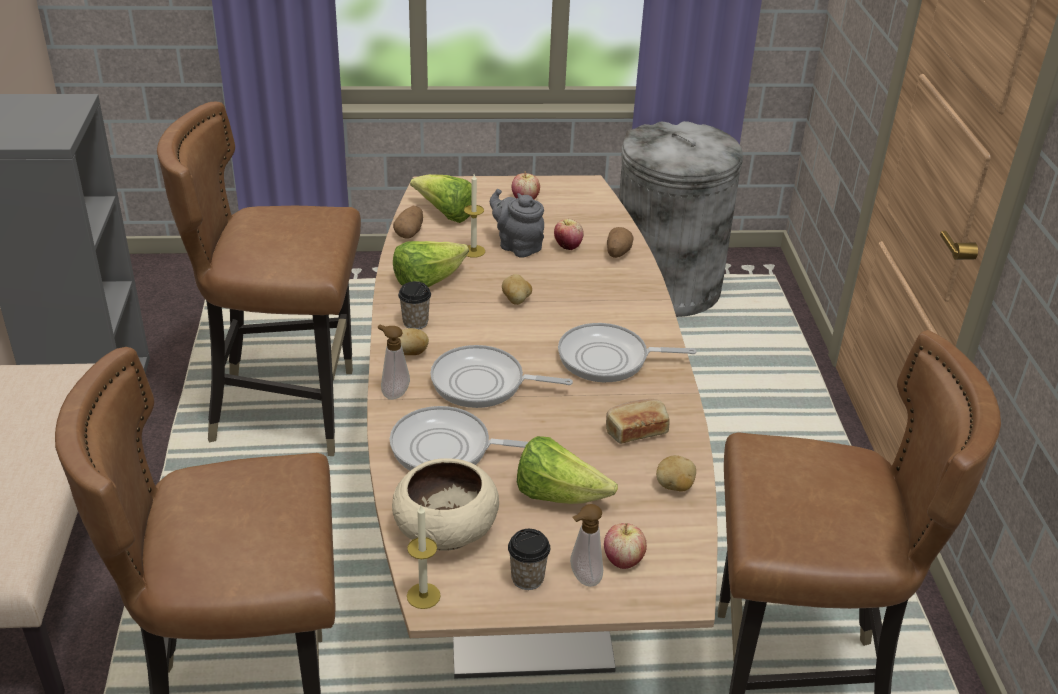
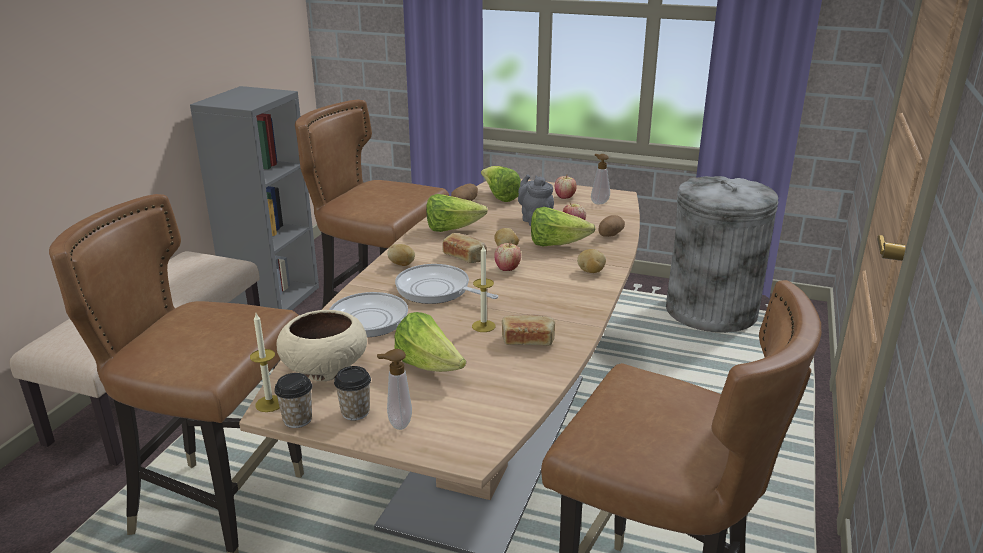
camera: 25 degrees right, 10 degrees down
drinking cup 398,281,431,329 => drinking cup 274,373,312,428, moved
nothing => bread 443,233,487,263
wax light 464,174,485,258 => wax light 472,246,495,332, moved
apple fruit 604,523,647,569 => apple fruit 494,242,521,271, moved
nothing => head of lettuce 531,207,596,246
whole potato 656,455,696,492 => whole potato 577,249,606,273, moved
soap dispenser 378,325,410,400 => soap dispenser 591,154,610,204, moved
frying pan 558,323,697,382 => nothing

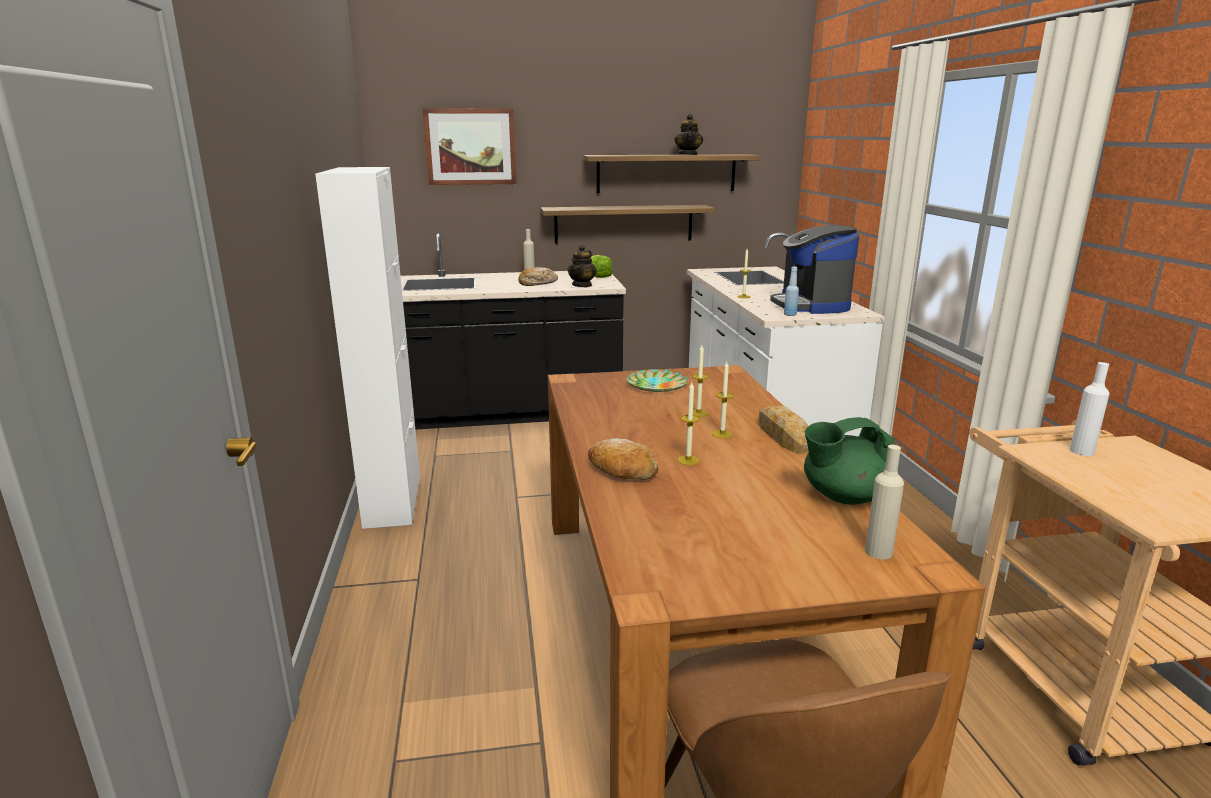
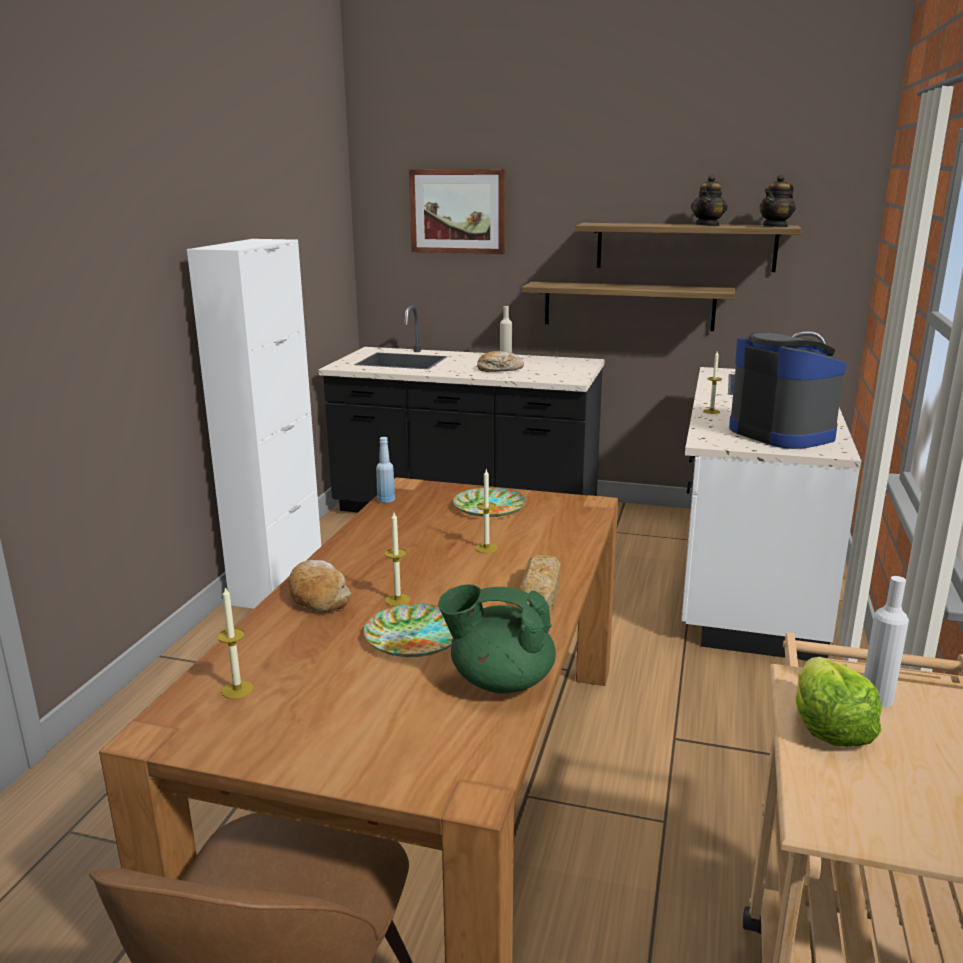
camera: 25 degrees right, 0 degrees up
wax light 712,362,734,439 => wax light 217,586,254,699, moved
nothing => plate 364,604,453,657
beverage bottle in blue-coloured 784,267,799,316 => beverage bottle in blue-coloured 376,437,395,503, moved
coffee maker 770,225,859,314 => coffee maker 729,332,846,449, 135 degrees clockwise
tea pot 568,245,597,287 => tea pot 760,175,796,227, moved
head of lettuce 591,255,613,278 => head of lettuce 795,657,882,747, moved
beverage bottle in beige-coloured 865,445,904,559 => nothing

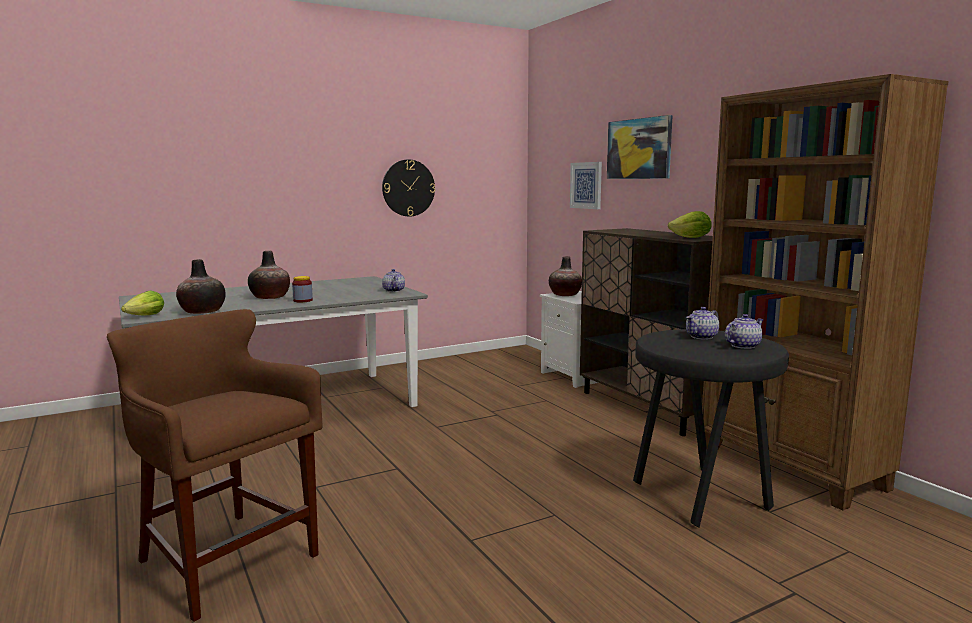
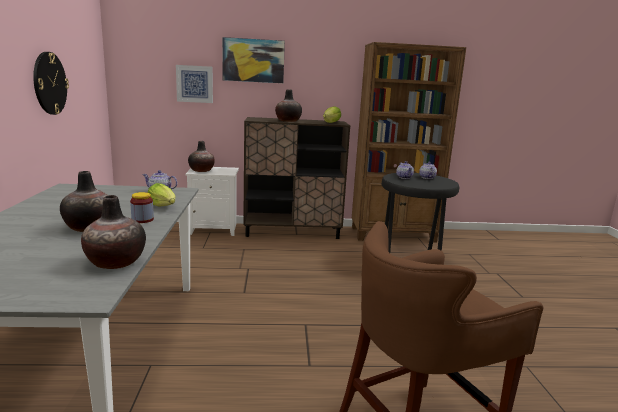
camera: 65 degrees left, 5 degrees up
head of lettuce 121,290,164,315 => head of lettuce 148,183,175,207, moved
nothing => decorative vase 275,89,302,122

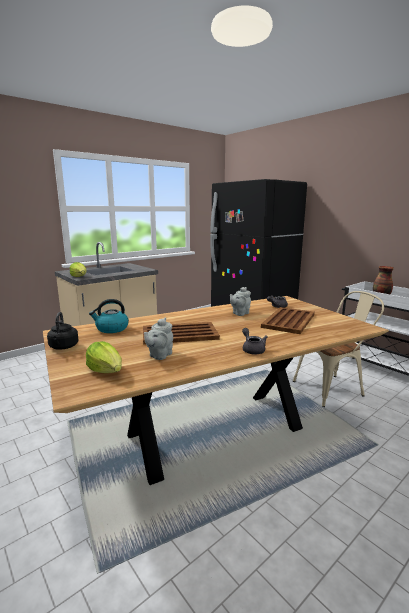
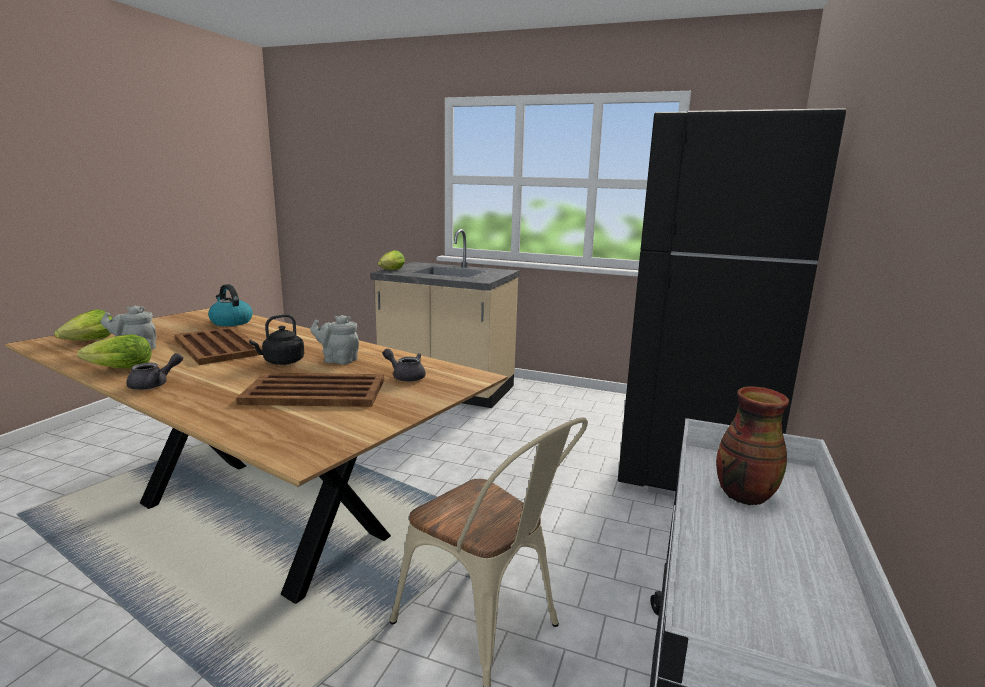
camera: 60 degrees right, 0 degrees up
nothing => head of lettuce 77,334,152,369
kettle in blackish 47,312,79,350 => kettle in blackish 249,314,304,365, moved

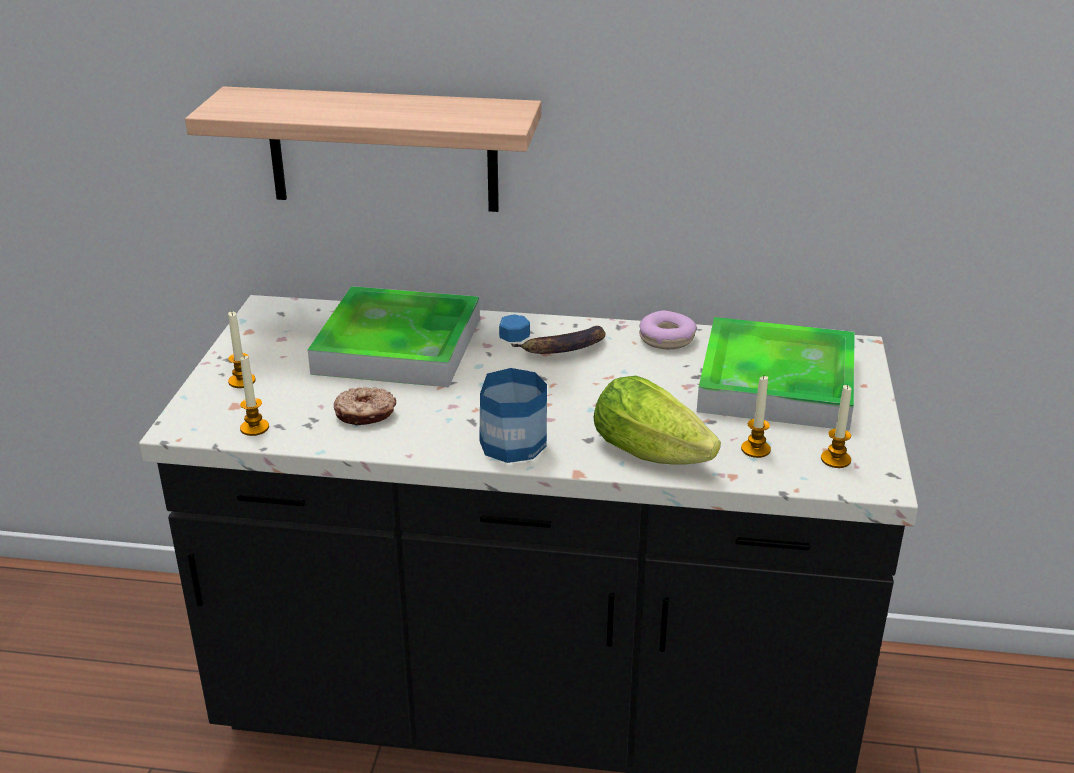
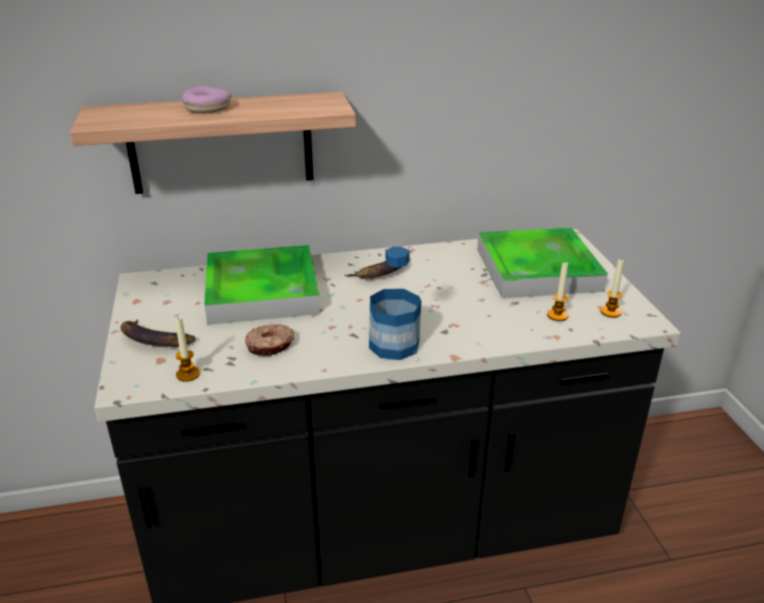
camera: 20 degrees left, 0 degrees up
wax light 228,311,256,388 => banana fruit 121,320,196,347
ring doughnut 639,310,697,349 => ring doughnut 182,86,231,113, moved
head of lettuce 593,376,721,465 => nothing

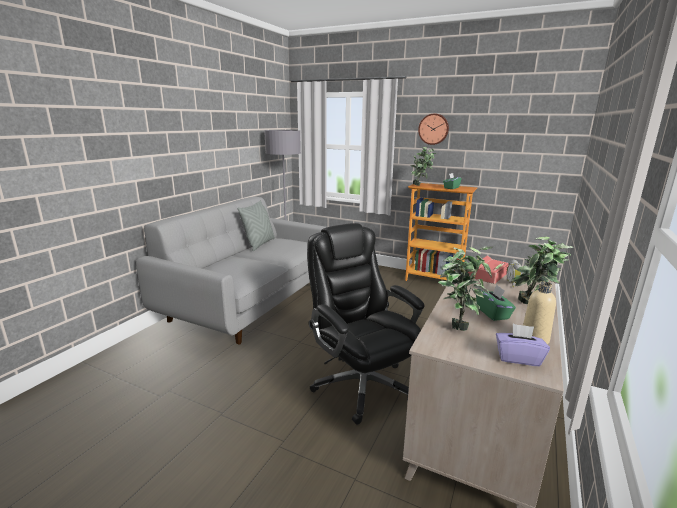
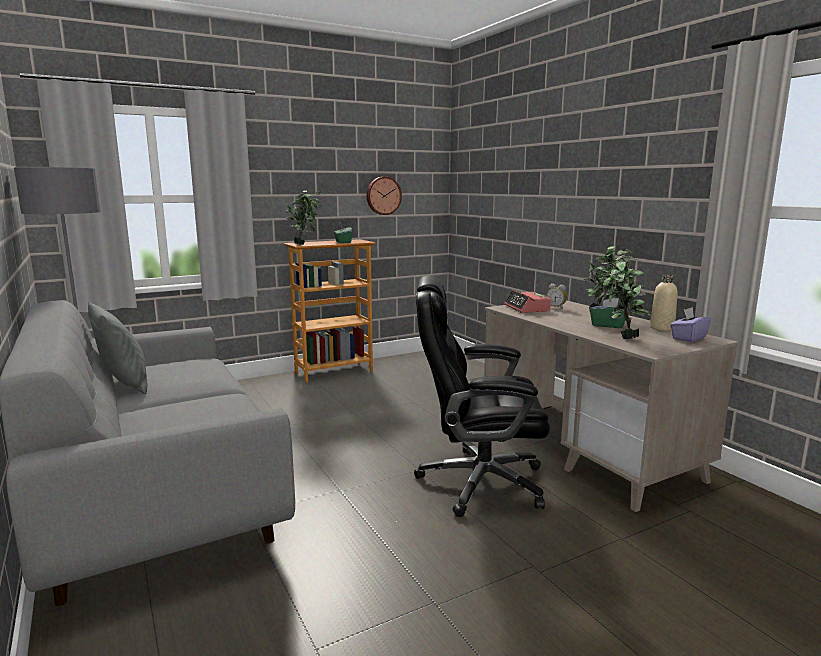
camera: 55 degrees left, 5 degrees down
hanging clock 418,114,449,145 => hanging clock 366,177,402,215, moved

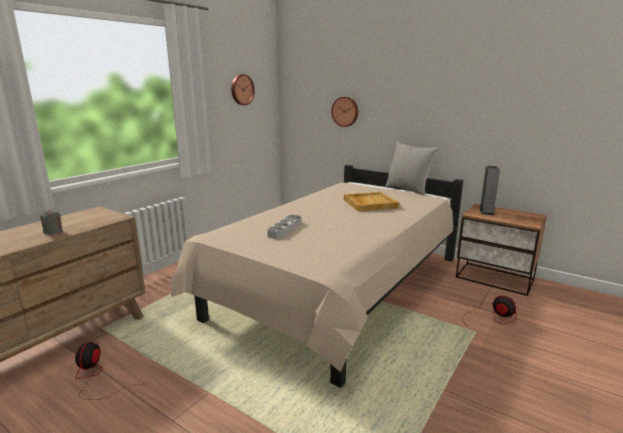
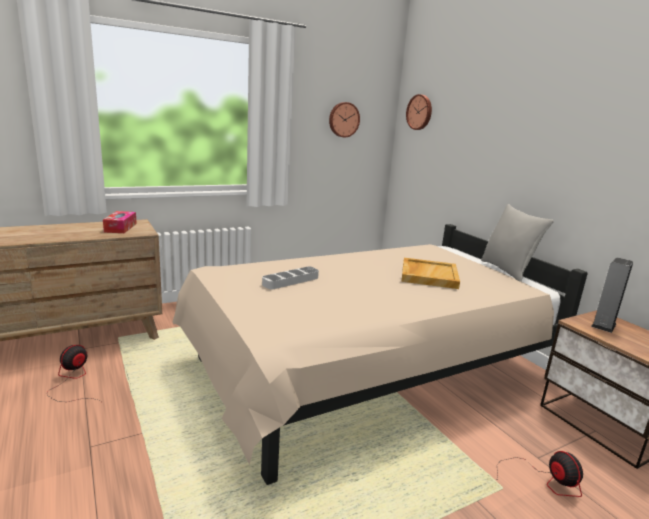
camera: 25 degrees right, 0 degrees up
nothing => tissue box 103,211,137,233
hanging clock 331,97,358,127 => hanging clock 406,94,432,130, moved
wax light in gray 40,210,63,235 => nothing

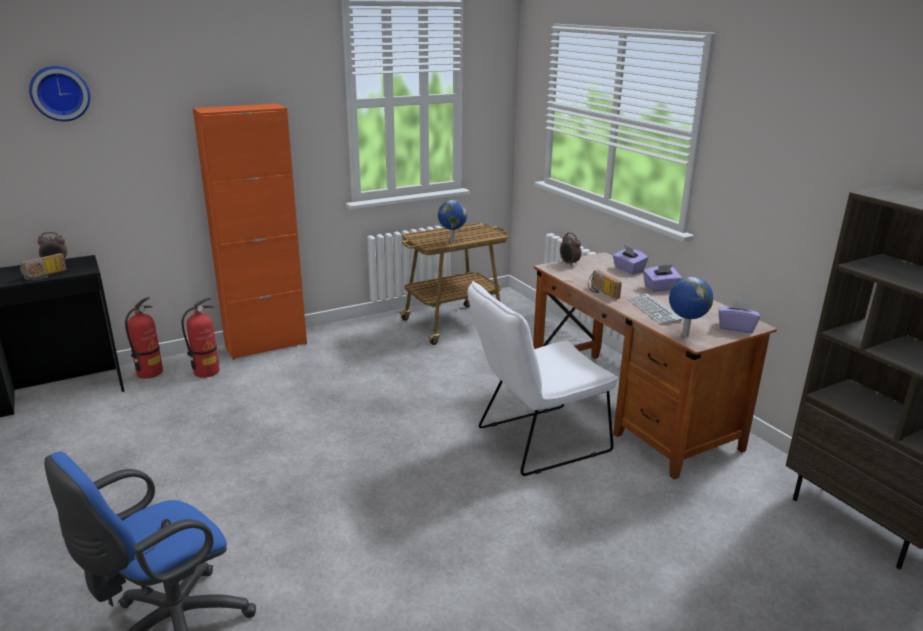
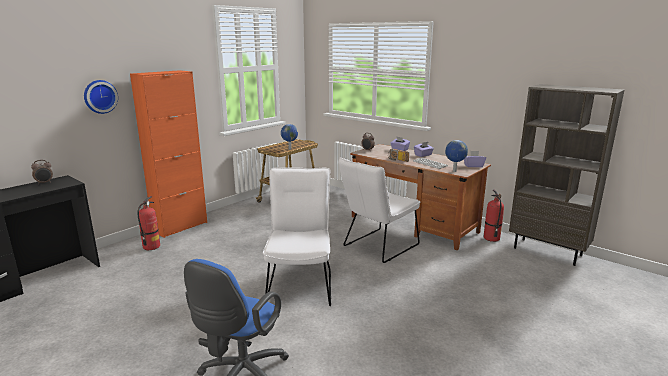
camera: 20 degrees left, 5 degrees down
hanging clock 29,66,90,121 => hanging clock 84,80,118,114, moved
nothing => chair in whitish 263,167,331,306
extinguisher 125,297,163,378 => extinguisher 484,190,504,242, moved
radio 20,253,67,280 => nothing

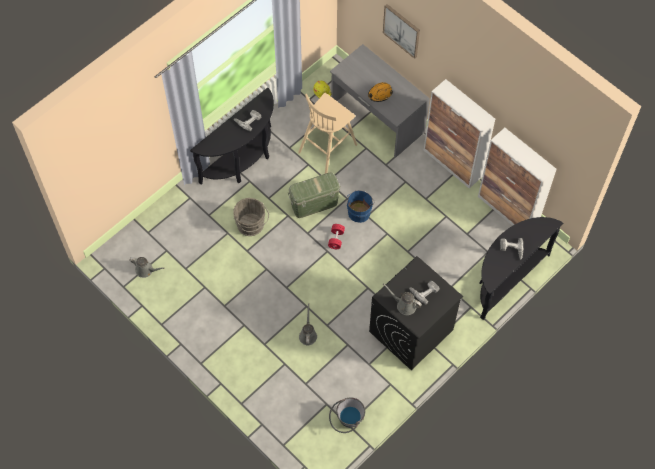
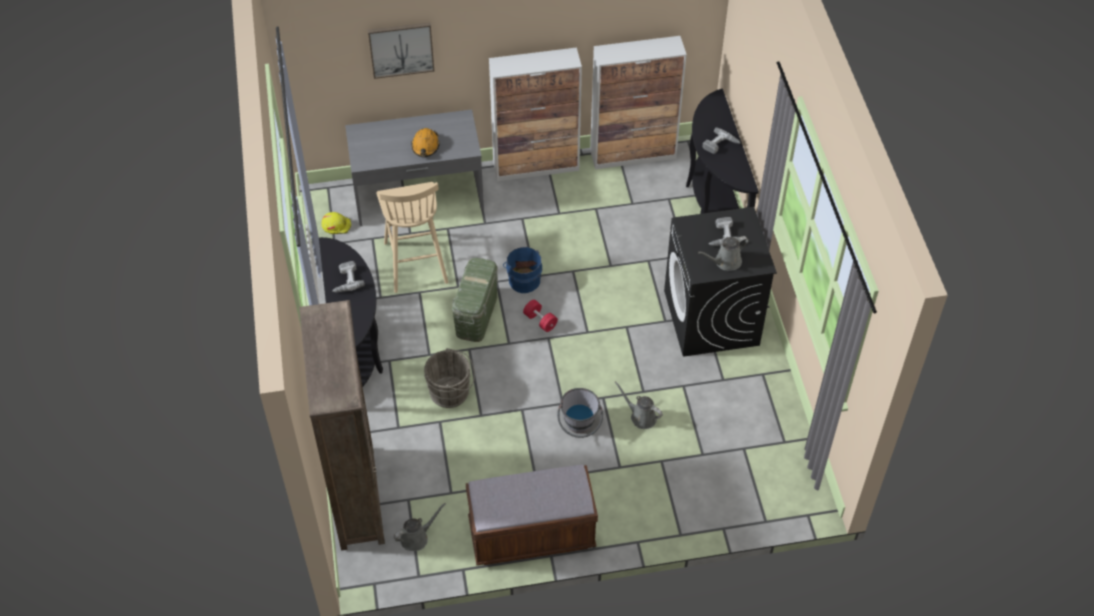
camera: 55 degrees left, 10 degrees down
nothing => bookcase in brown 299,300,385,551
nothing => indoor bench in brown 466,465,598,566
water bucket in gray 329,398,365,433 => water bucket in gray 557,388,603,438, moved

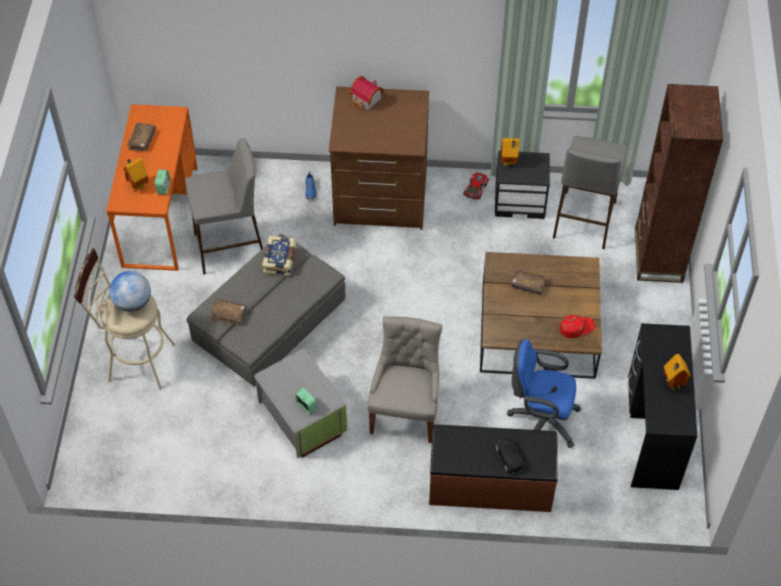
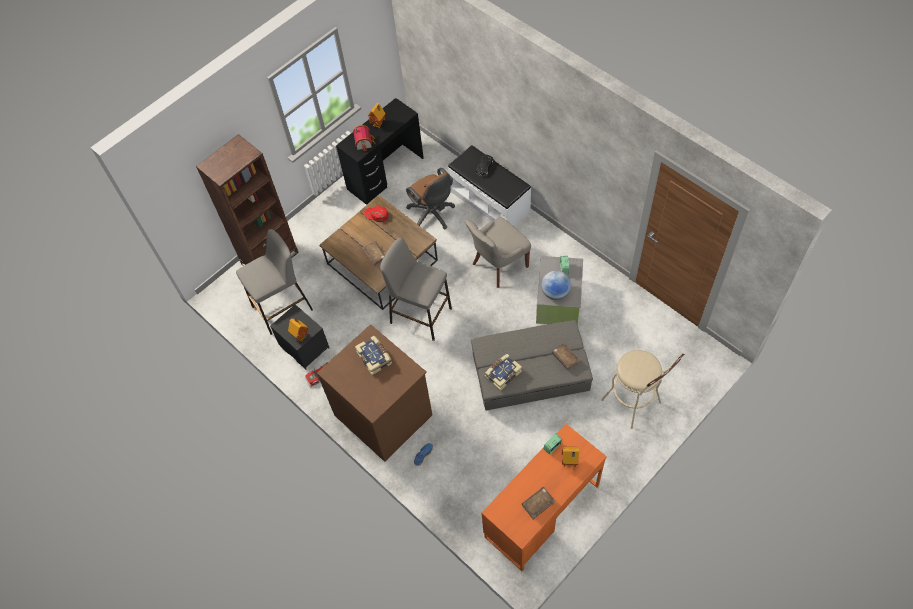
camera: 135 degrees left, 5 degrees up
toy house 350,76,384,112 => toy house 353,125,376,152, moved
nothing => book 355,336,392,375
stool seat in gray 185,139,263,275 => stool seat in gray 380,238,452,341, moved
computer chair in blue-coloured 507,339,581,448 => computer chair in brown 406,168,455,230
indoor bench in brown 429,424,557,512 => indoor bench in whitish 448,145,531,227
globe 109,271,151,312 => globe 541,270,571,300, moved

